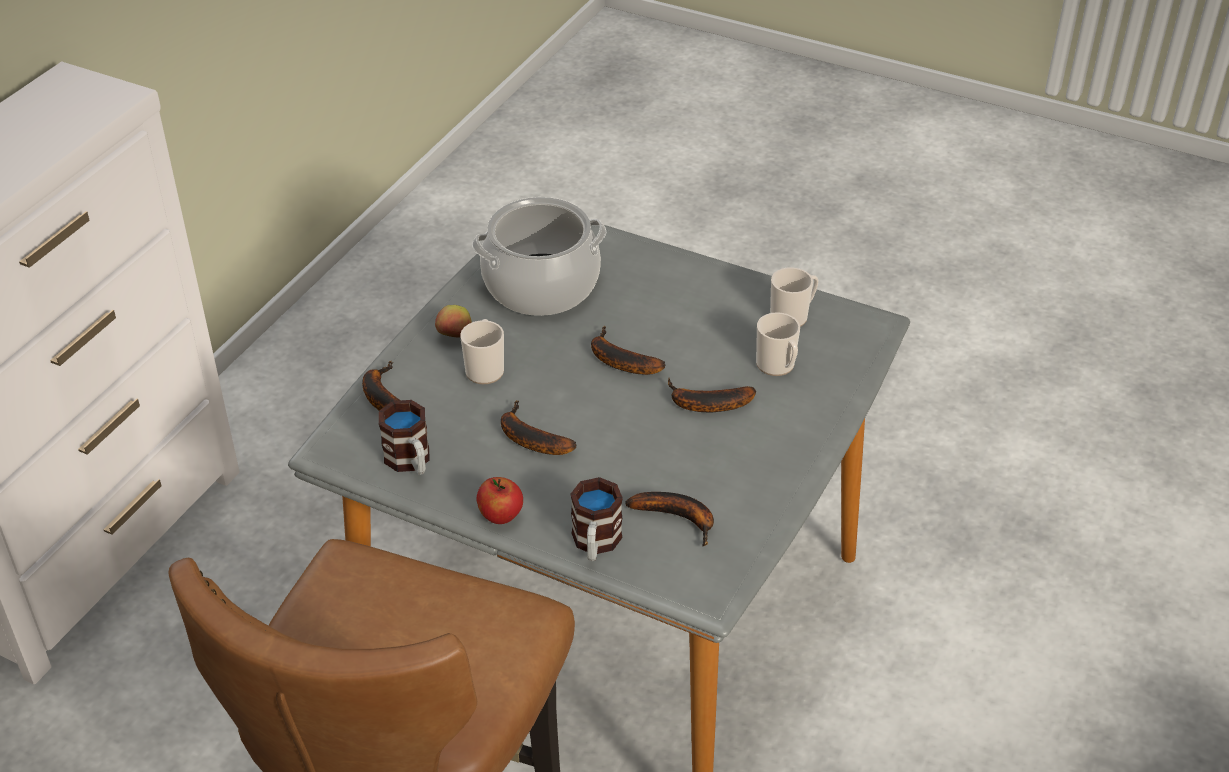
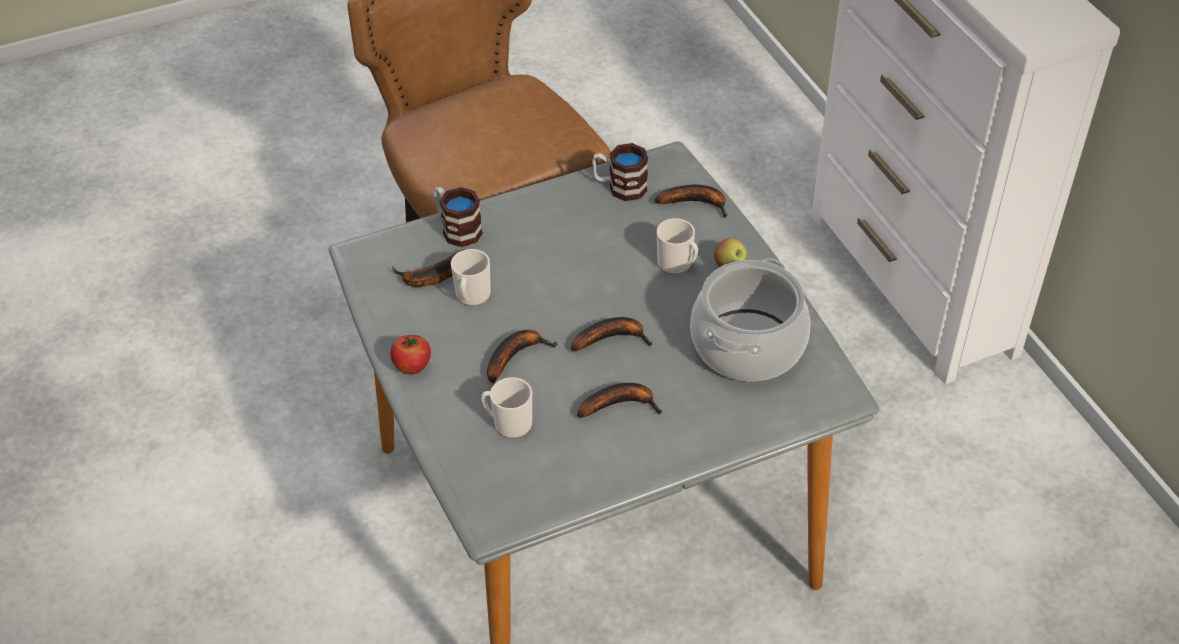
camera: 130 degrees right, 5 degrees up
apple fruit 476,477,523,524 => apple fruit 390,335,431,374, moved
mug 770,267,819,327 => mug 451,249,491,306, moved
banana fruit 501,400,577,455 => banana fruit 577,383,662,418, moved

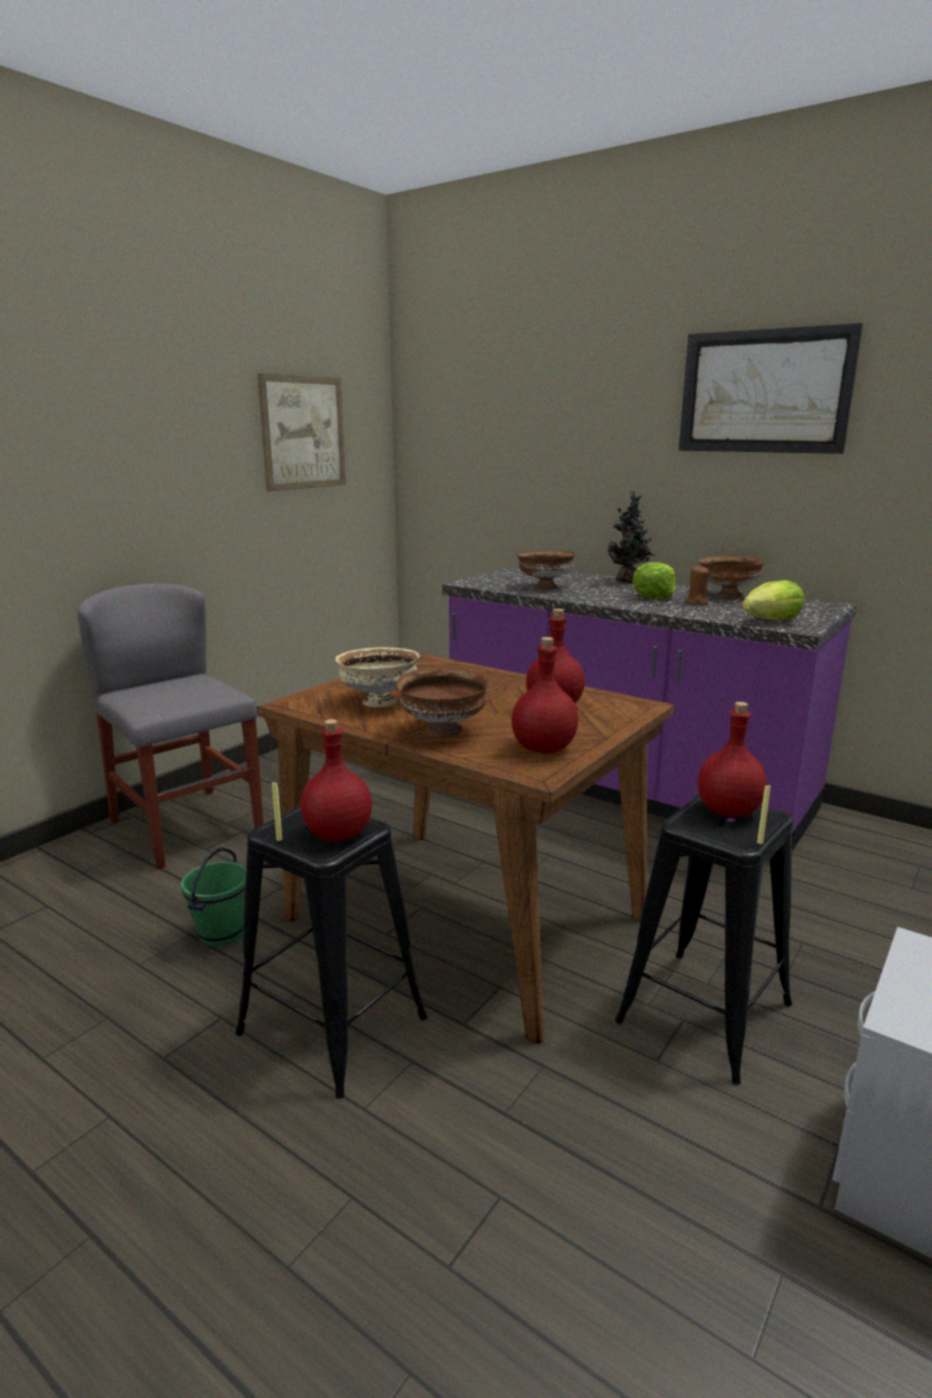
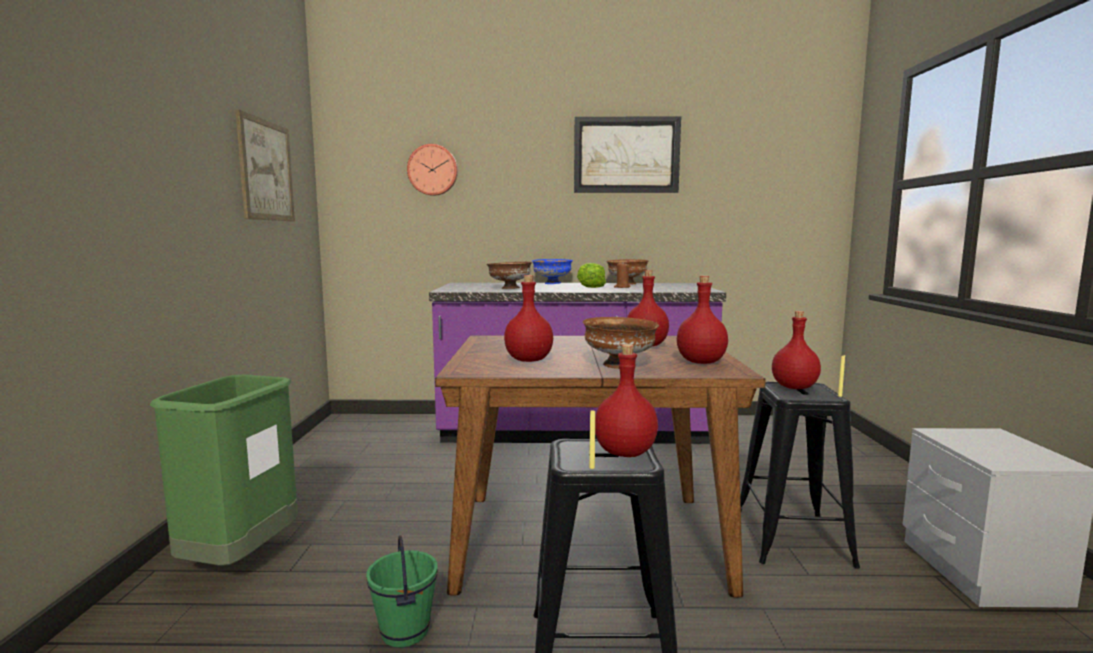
camera: 35 degrees left, 10 degrees down
chair in gray 77,583,263,869 => rubbish bin in greenish 150,374,298,566
nothing => hanging clock 407,144,458,196
deep dish in beige-coloured 335,647,420,707 => beverage bottle in red-coloured 504,275,553,362
houseplant 607,491,655,583 => deep dish in blue-coloured 532,259,573,284
head of lettuce 742,580,804,620 => nothing

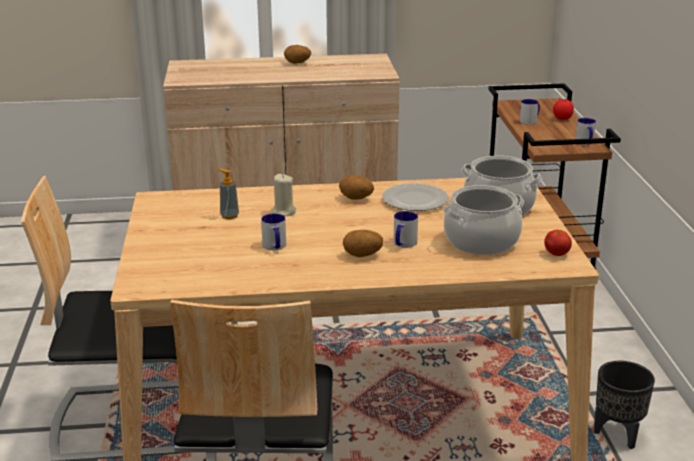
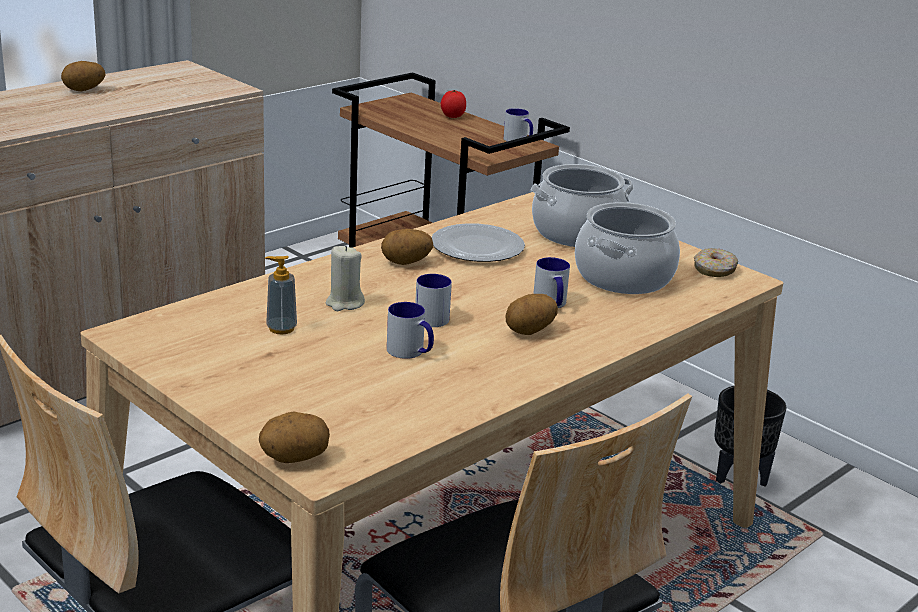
camera: 40 degrees left, 0 degrees up
nothing => whole potato 259,412,330,463
mug 520,99,540,125 => mug 415,274,452,327, moved
whole tomato 544,230,572,256 => ring doughnut 694,248,738,277

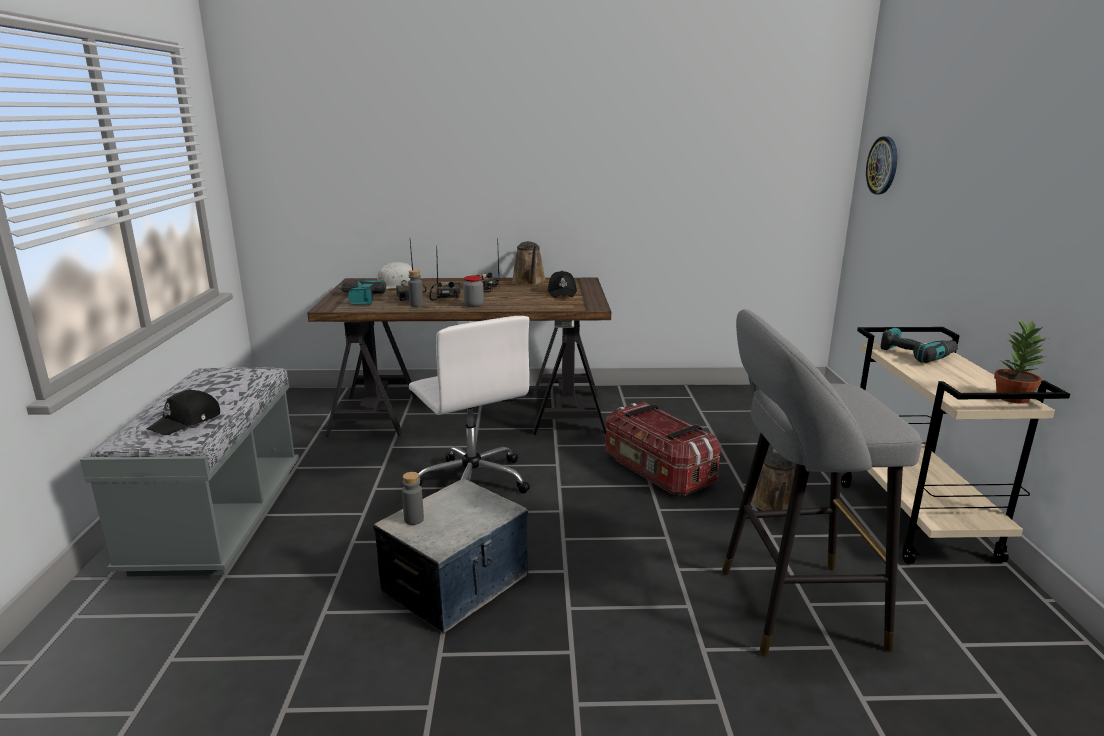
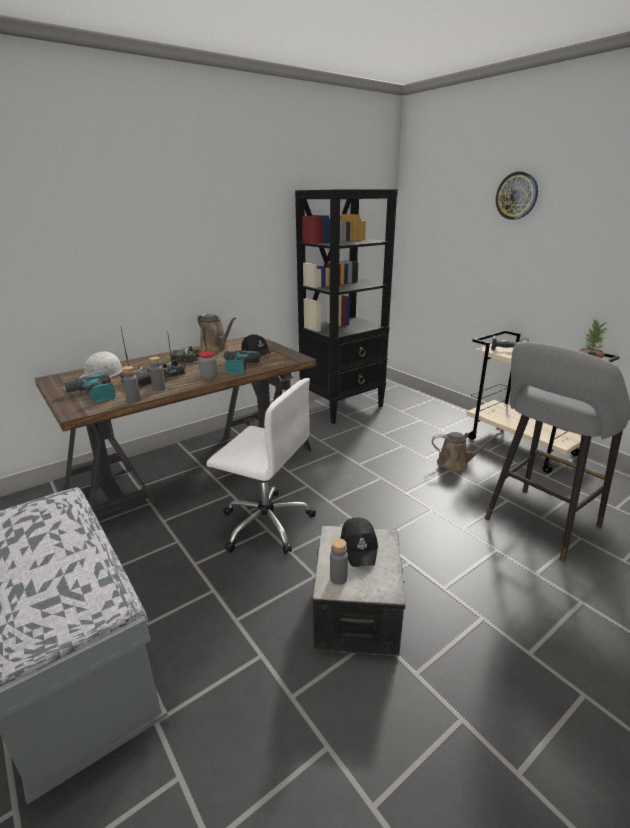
camera: 35 degrees left, 5 degrees up
nothing => beverage bottle in gray 122,366,141,403
nothing => power drill 221,350,261,375
nothing => bookcase in blackish 295,189,398,424
cap in blackish 147,390,220,435 => cap in blackish 340,518,378,567, moved
watering pot in brown 751,448,794,511 => watering pot in brown 432,432,503,472, 60 degrees counterclockwise
hanging clock 866,136,897,194 => hanging clock 496,171,538,220, moved
storage bin 605,402,721,496 => nothing

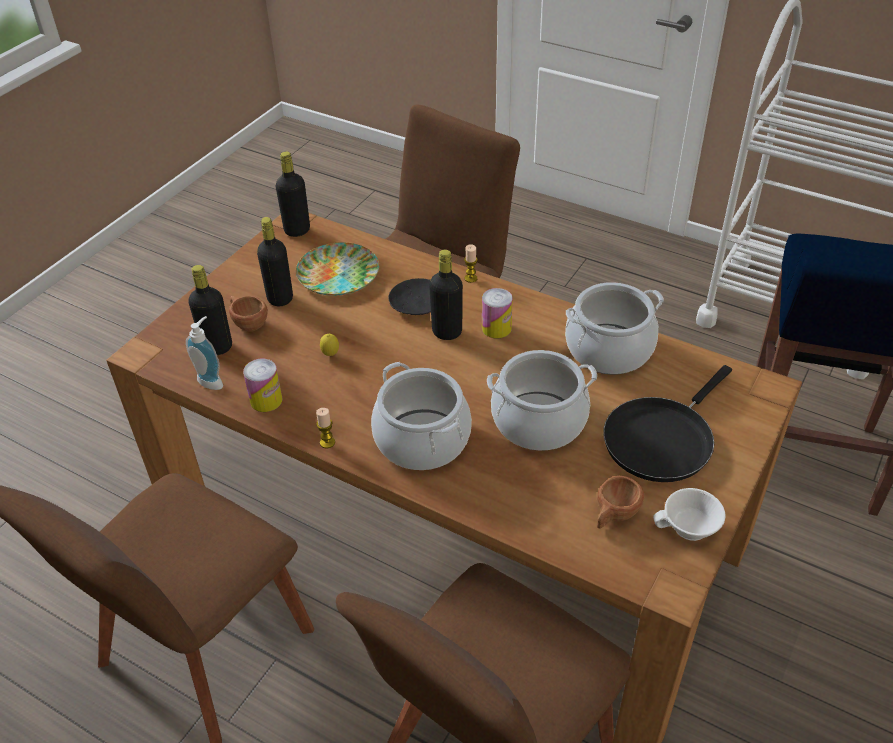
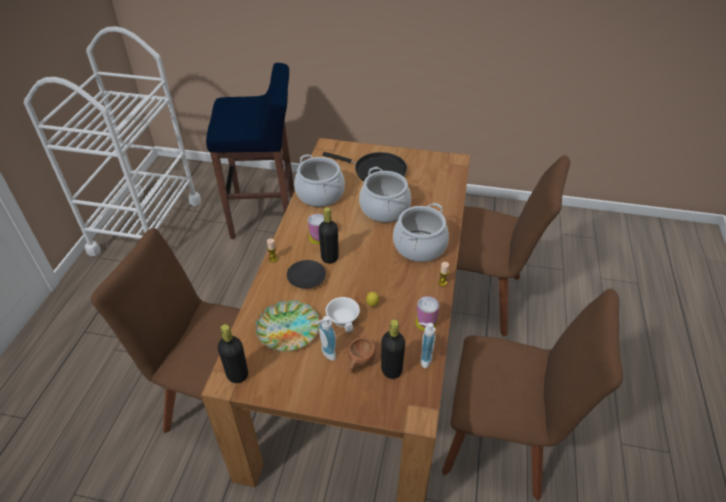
camera: 110 degrees left, 0 degrees up
beverage bottle in blackish 257,217,293,307 => soap dispenser 316,316,336,361
drinking cup in whitish 653,488,726,541 => drinking cup in whitish 326,297,360,333, moved
drinking cup in brown 597,476,644,529 => nothing

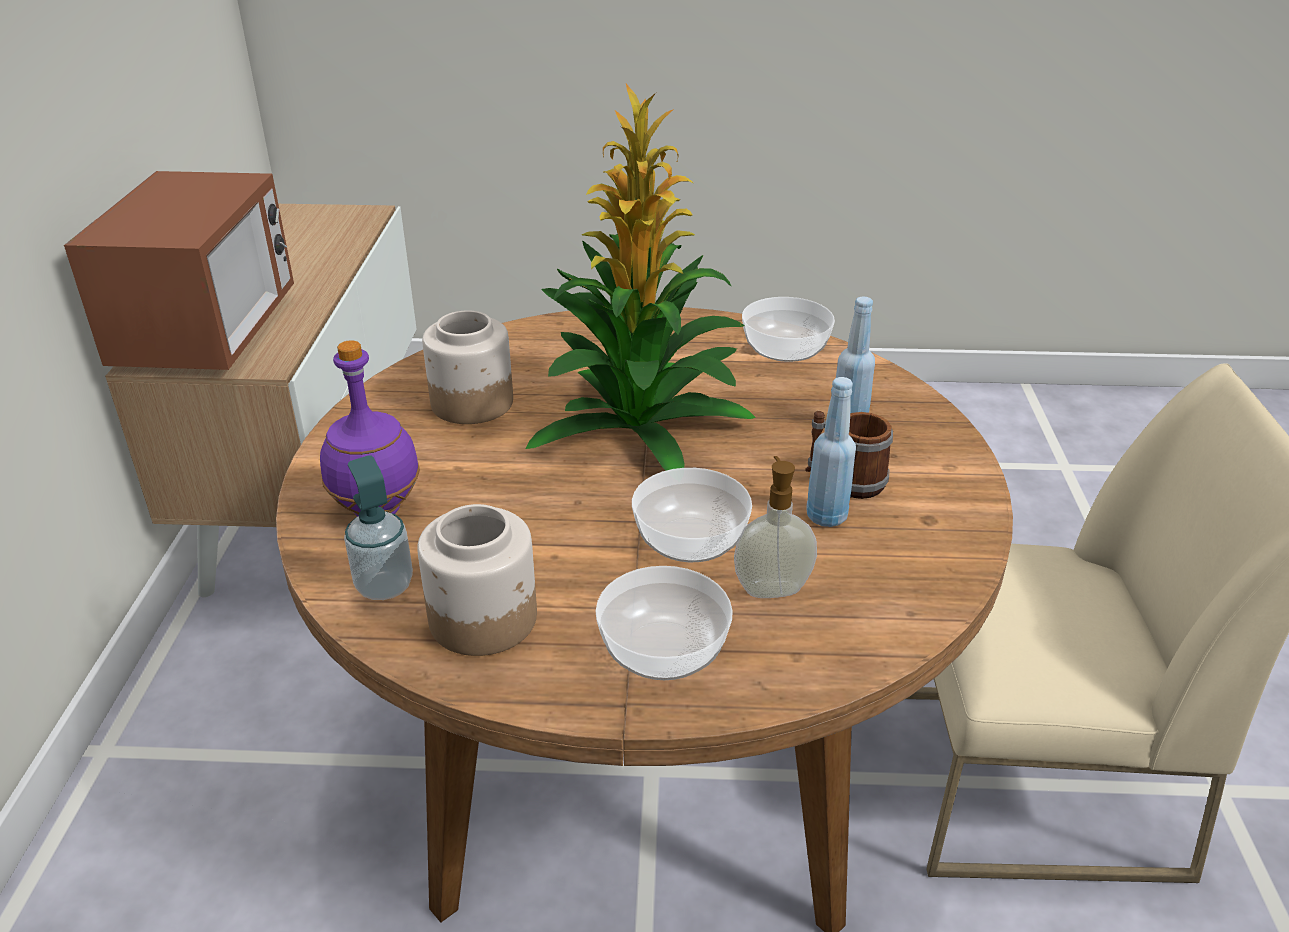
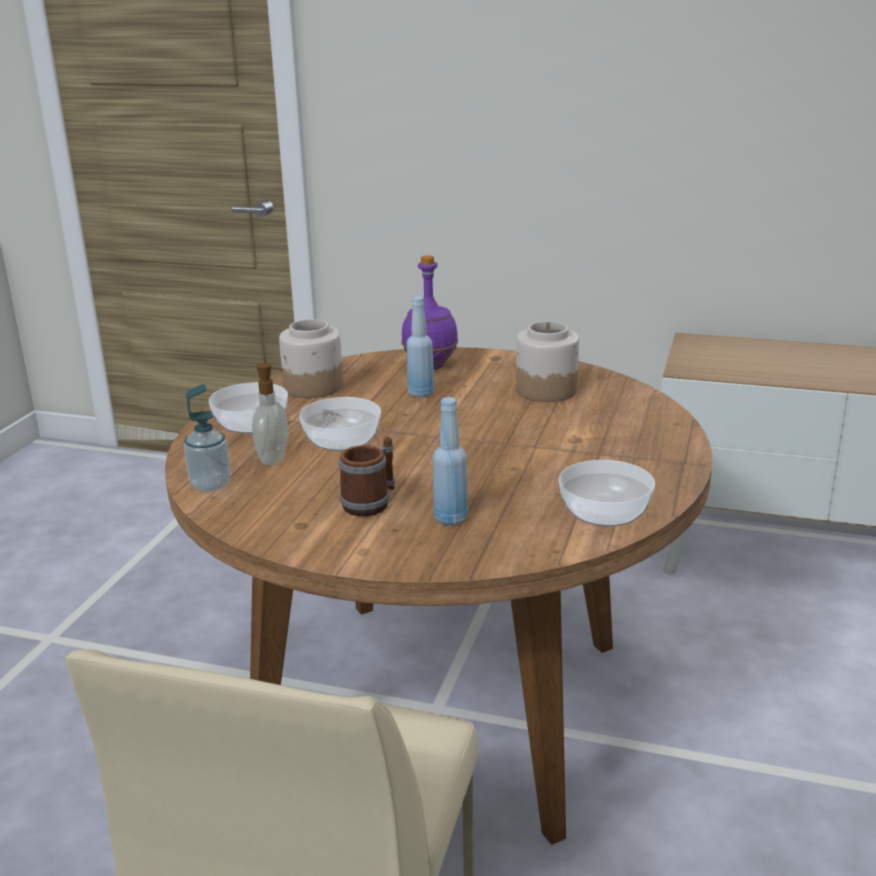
camera: 105 degrees right, 10 degrees down
soap dispenser 344,455,413,600 => soap dispenser 184,384,231,492, moved
beverage bottle in blue-coloured 806,377,856,527 => beverage bottle in blue-coloured 407,296,434,397, moved
microwave oven 64,171,294,370 => nothing
houseplant 526,84,756,471 => nothing

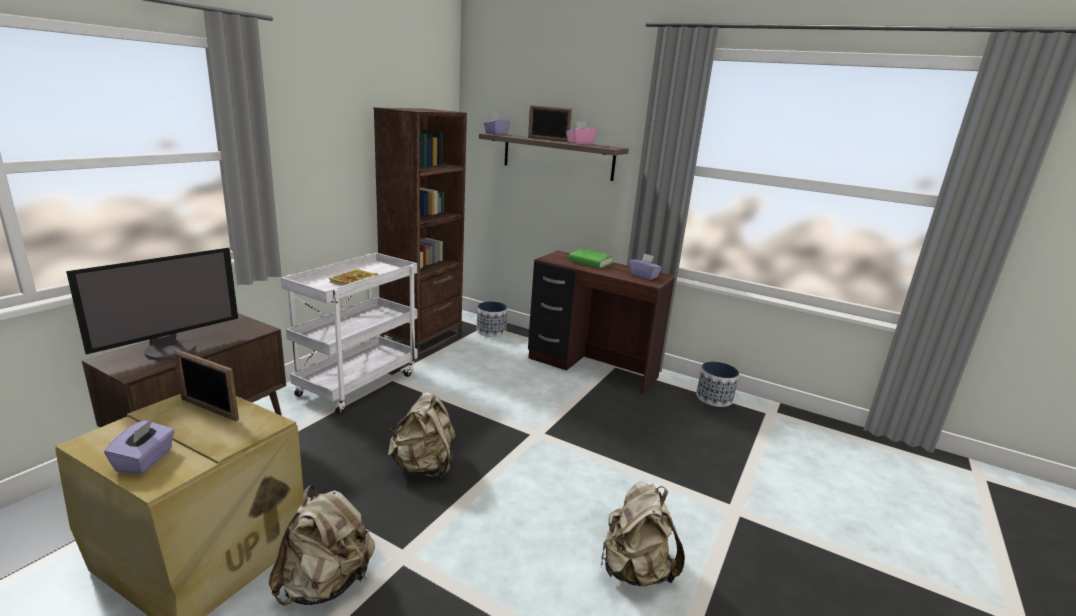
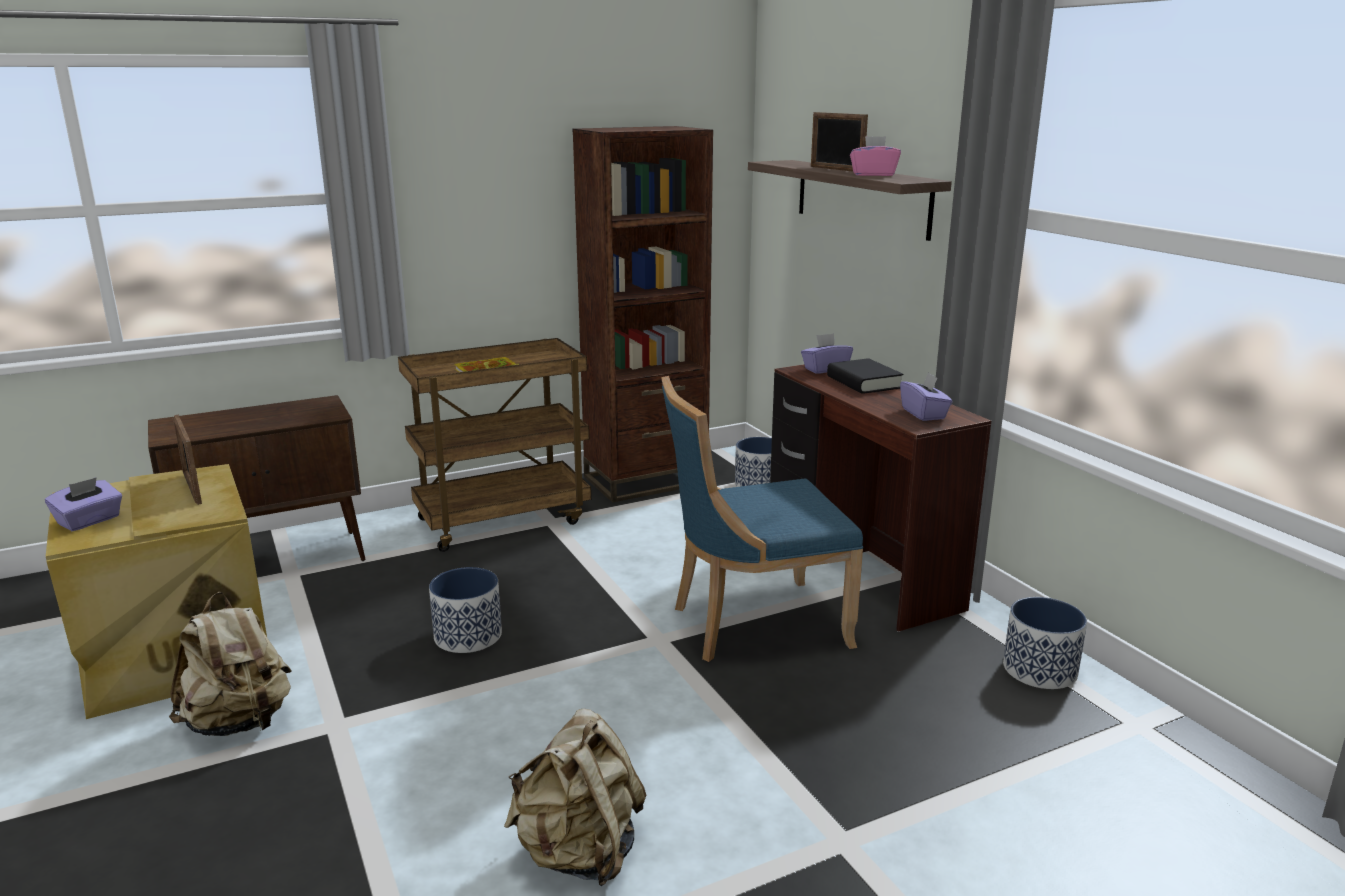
camera: 35 degrees right, 0 degrees up
wheeled cart in whitish 281,253,418,415 => wheeled cart in brown 398,338,591,552
backpack in beige-coloured 388,392,456,478 => planter 429,567,502,653
nothing => chair in blue-coloured 661,376,863,662
tissue box in purple-coloured 483,113,510,135 => tissue box in purple-coloured 801,333,853,374, moved
book in greenish 569,249,613,269 => book in blackish 827,358,903,394
computer display 66,248,238,360 => nothing

